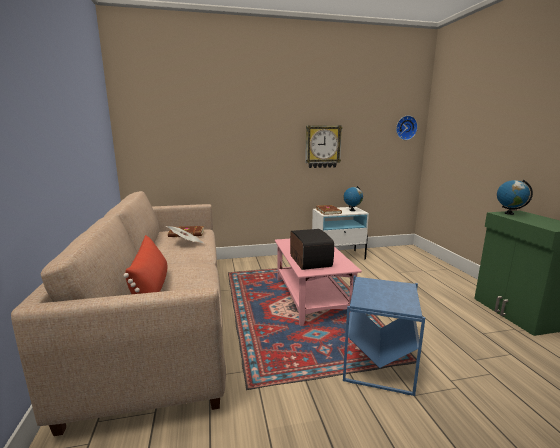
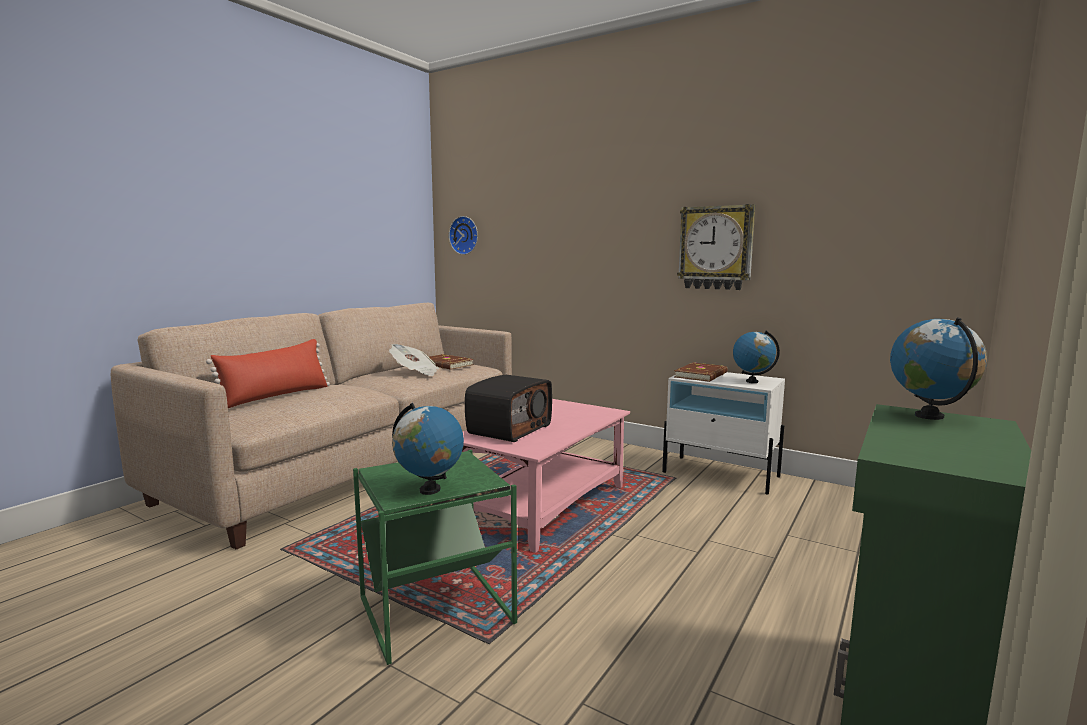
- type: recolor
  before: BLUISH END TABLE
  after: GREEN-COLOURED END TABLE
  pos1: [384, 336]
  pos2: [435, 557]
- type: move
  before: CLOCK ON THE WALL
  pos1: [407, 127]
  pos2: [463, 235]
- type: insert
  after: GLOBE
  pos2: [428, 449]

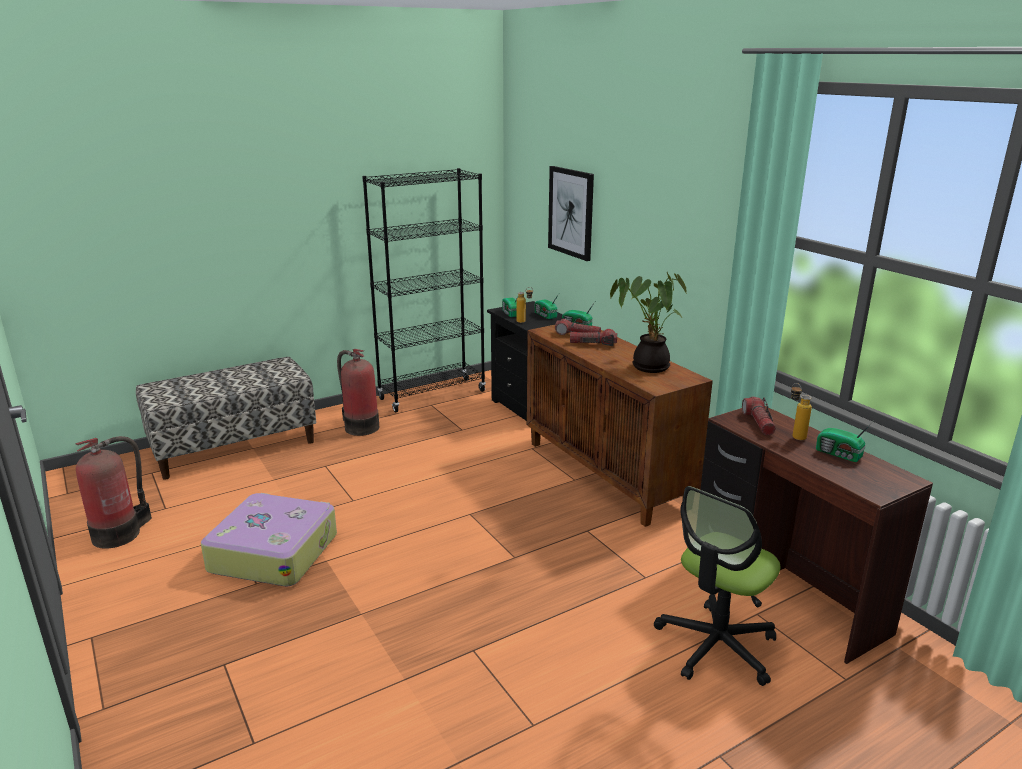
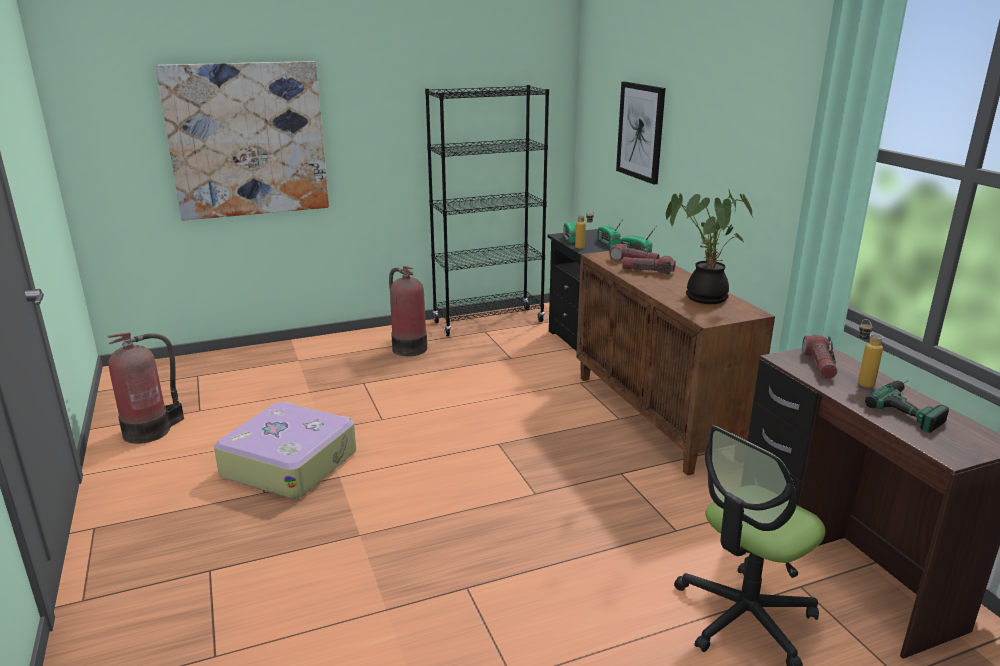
- type: delete
  before: LONG SEAT
  pos1: [226, 418]
- type: replace
  before: RADIO SET
  after: DRILL
  pos1: [844, 442]
  pos2: [907, 406]
- type: insert
  after: WALL ART
  pos2: [242, 140]

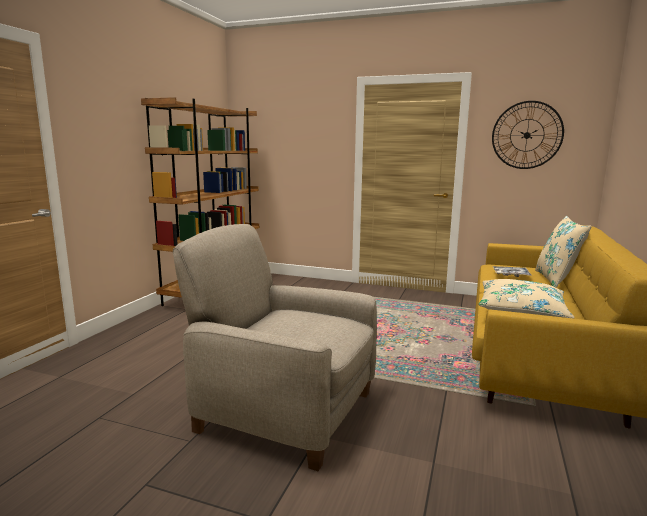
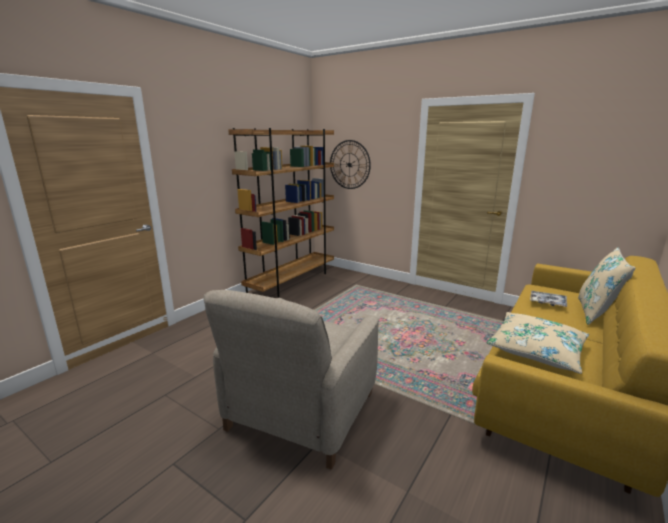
- type: rotate
  before: SAND-COLOURED LOUNGE CHAIR
  pos1: [275, 347]
  pos2: [291, 380]
  turn: -105
- type: move
  before: CLOCK ON THE WALL
  pos1: [528, 135]
  pos2: [350, 164]

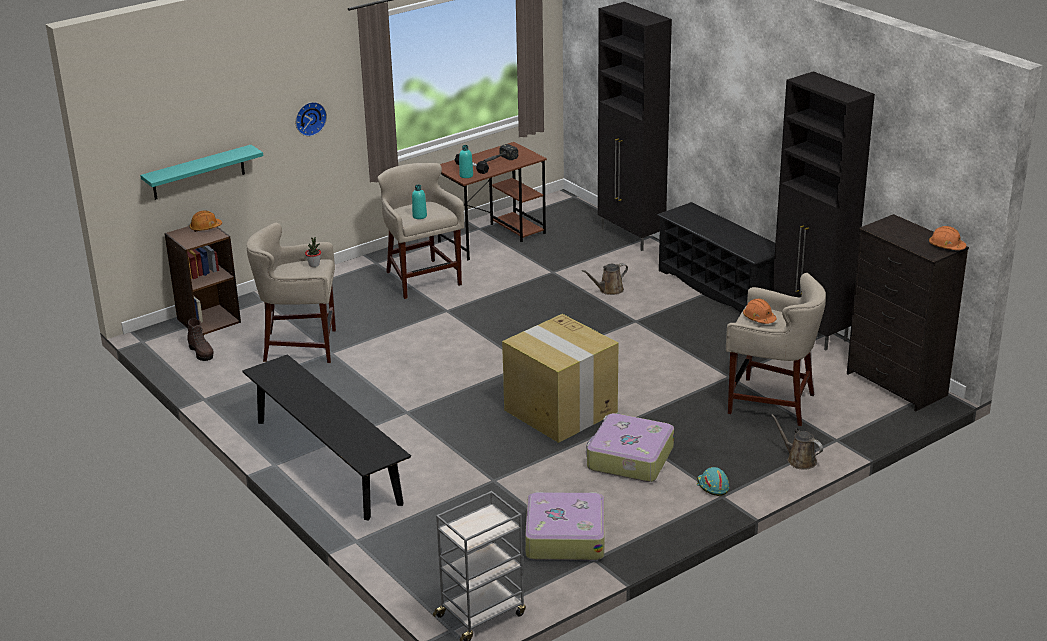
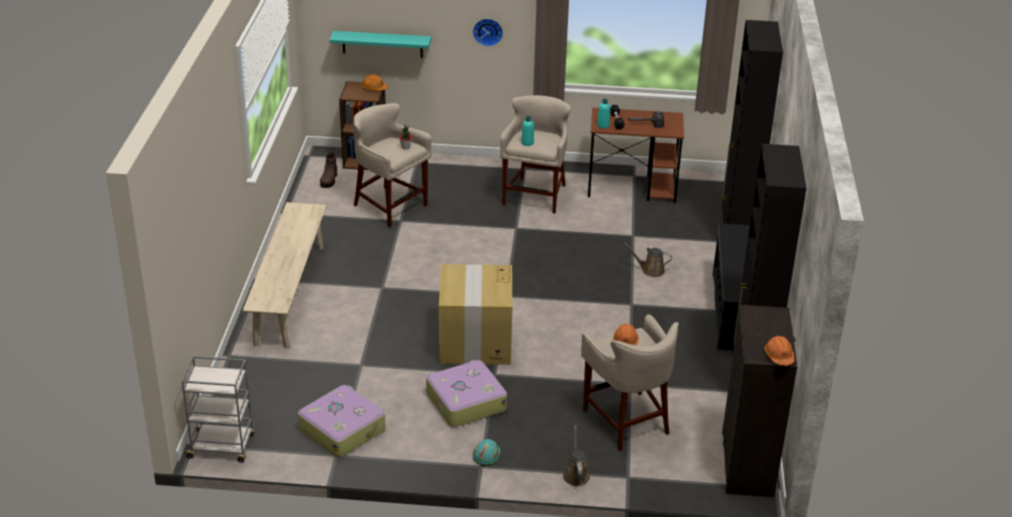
- type: recolor
  before: BLACK-COLOURED LONG SEAT
  after: SAND-COLOURED LONG SEAT
  pos1: [326, 437]
  pos2: [285, 275]

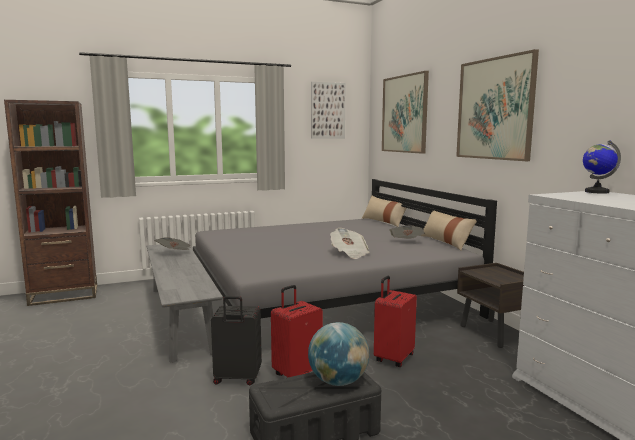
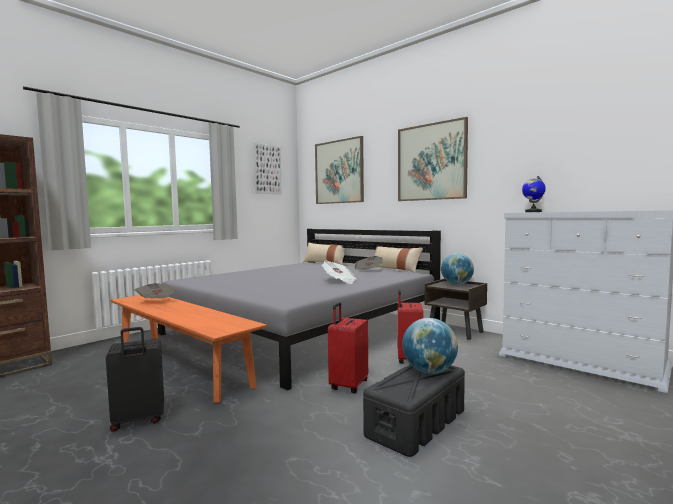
- type: recolor
  before: GRAY LONG SEAT
  after: ORANGE-COLOURED LONG SEAT
  pos1: [185, 302]
  pos2: [189, 349]
- type: move
  before: BLACK-COLOURED SUITCASE
  pos1: [236, 340]
  pos2: [135, 379]
- type: insert
  after: GLOBE
  pos2: [457, 269]

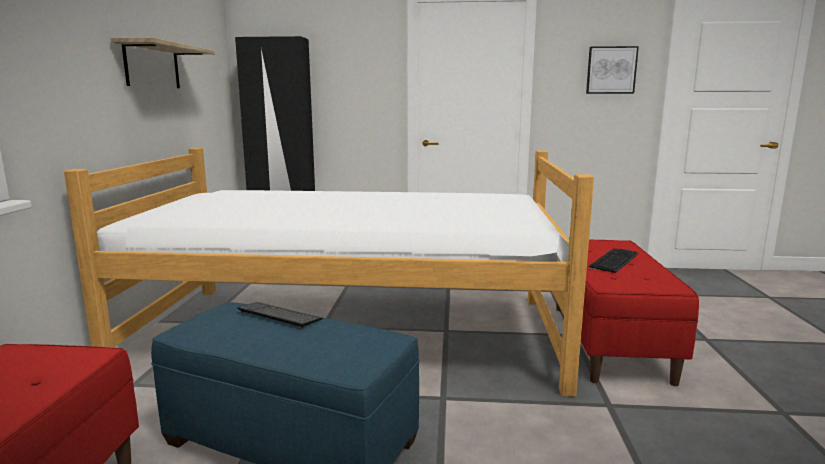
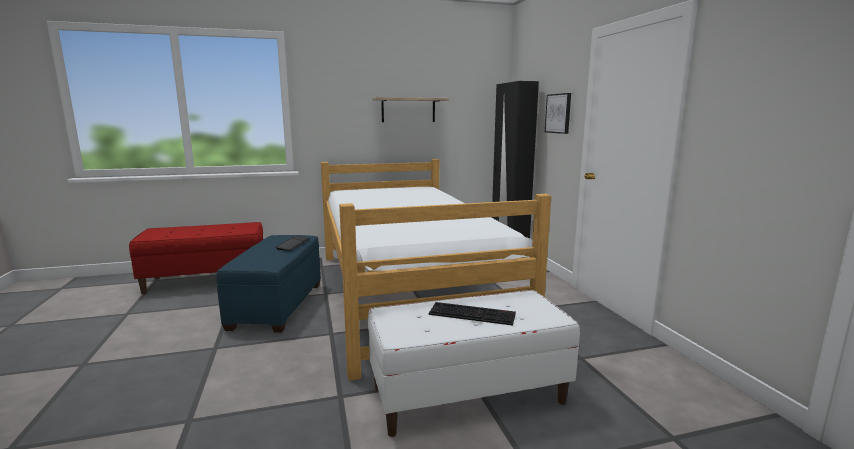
- type: recolor
  before: REDDISH LONG SEAT
  after: WHITE LONG SEAT
  pos1: [627, 313]
  pos2: [474, 363]
- type: move
  before: WALL ART
  pos1: [612, 70]
  pos2: [558, 113]

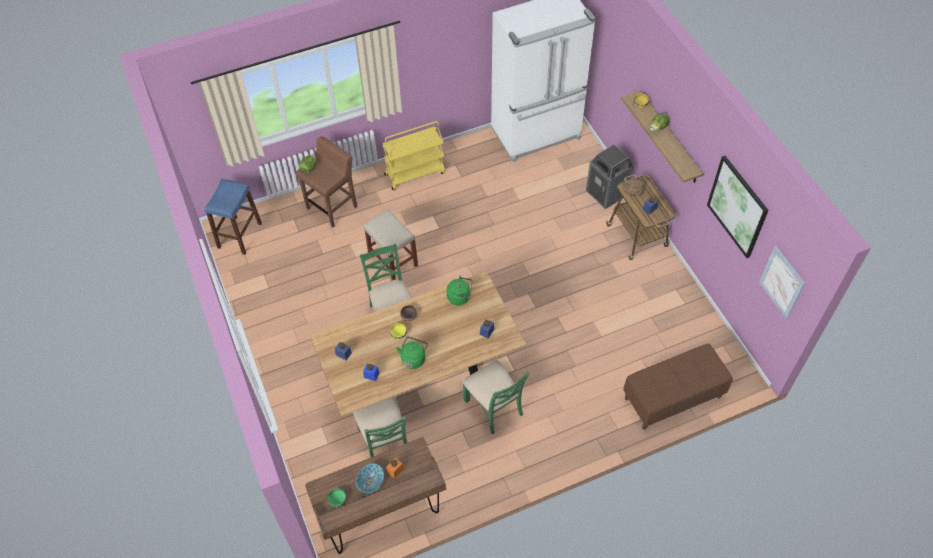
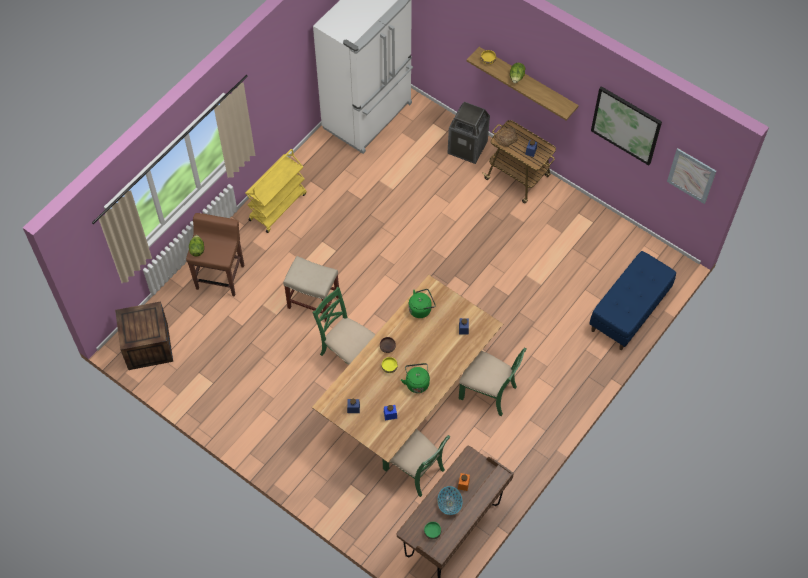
- type: replace
  before: BLUISH SITTING STOOL
  after: PACKING CRATE
  pos1: [233, 217]
  pos2: [144, 335]
- type: recolor
  before: BROWN LONG SEAT
  after: BLUISH LONG SEAT
  pos1: [678, 386]
  pos2: [632, 300]

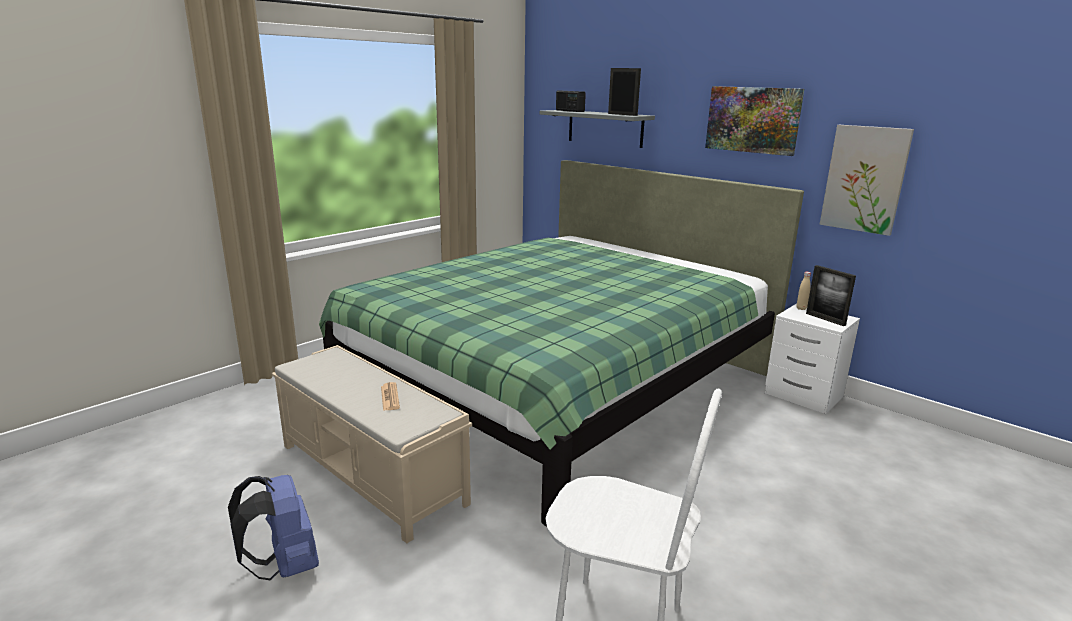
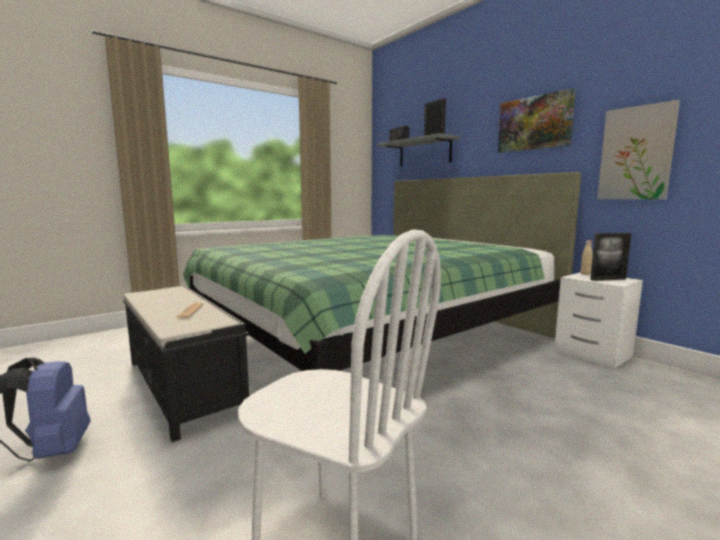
- type: recolor
  before: SAND-COLOURED LONG SEAT
  after: BLACK-COLOURED LONG SEAT
  pos1: [372, 444]
  pos2: [186, 363]
- type: rotate
  before: PHOTO FRAME
  pos1: [831, 295]
  pos2: [611, 257]
  turn: -75

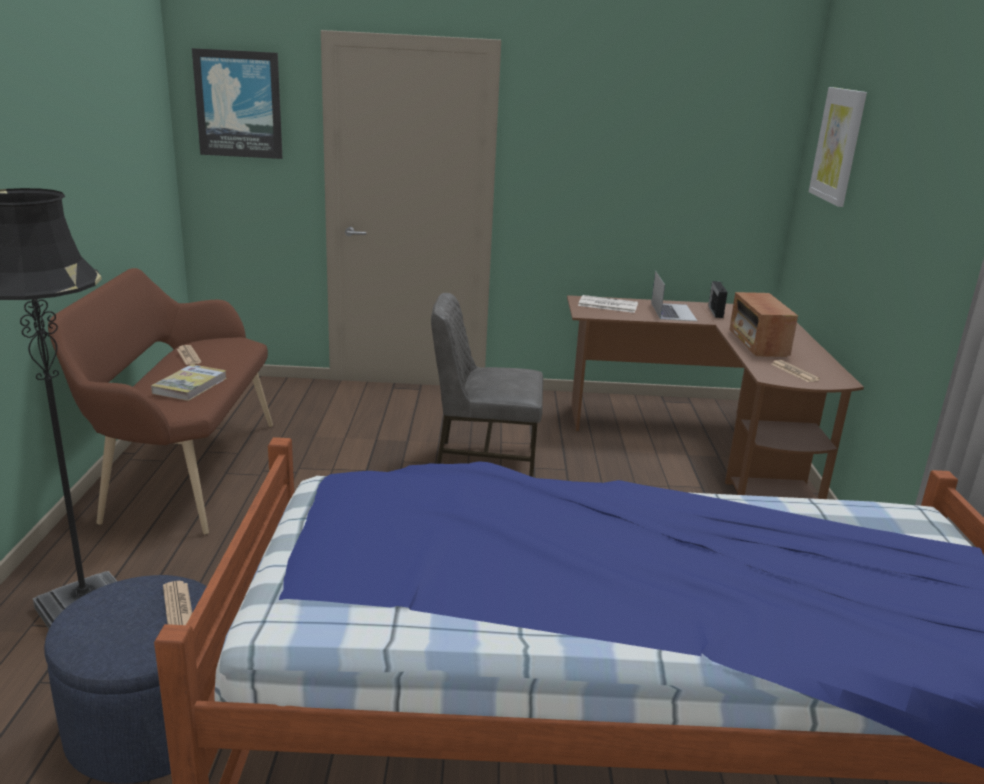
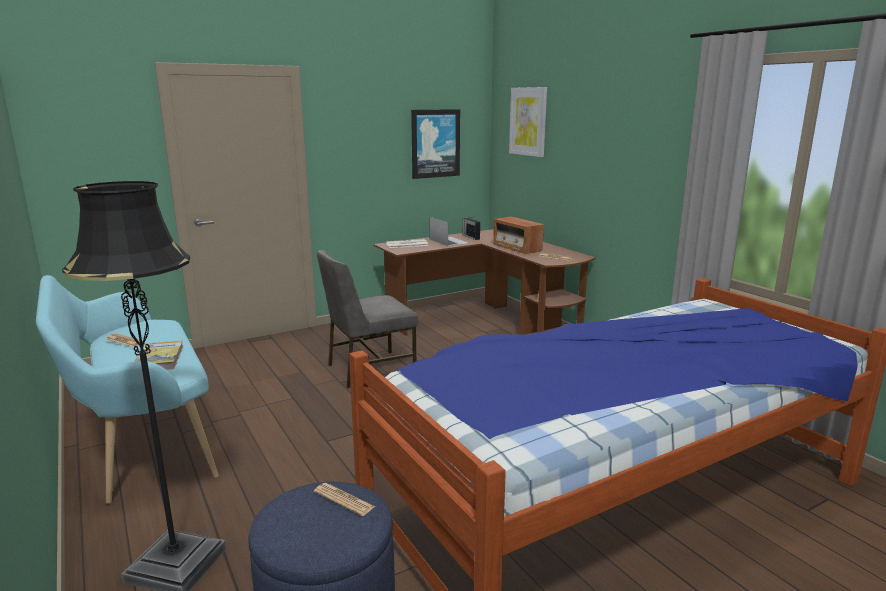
- type: recolor
  before: BROWN LONG SEAT
  after: BLUE-GREEN LONG SEAT
  pos1: [160, 401]
  pos2: [127, 389]
- type: move
  before: WALL ART
  pos1: [237, 103]
  pos2: [435, 144]

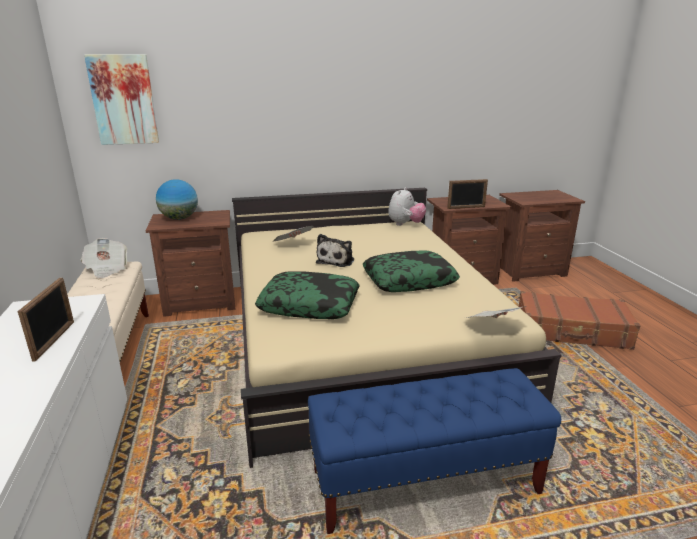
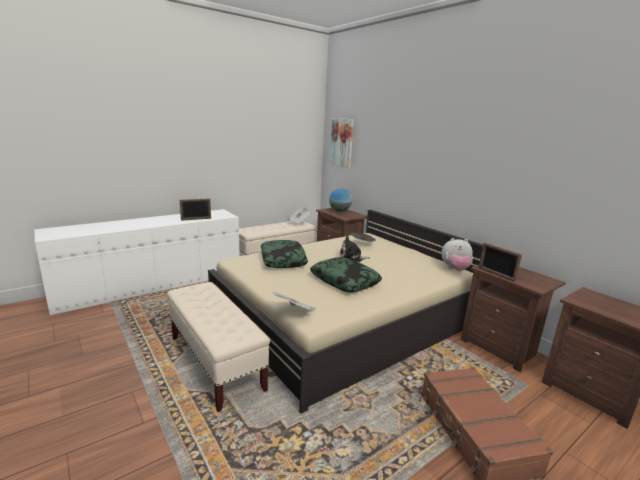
- type: recolor
  before: BLUISH LONG SEAT
  after: SAND-COLOURED LONG SEAT
  pos1: [434, 451]
  pos2: [218, 347]

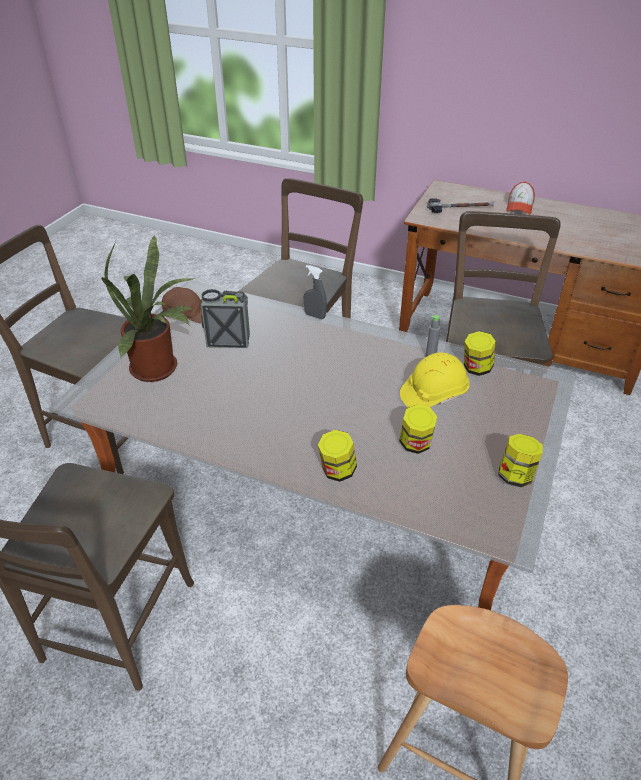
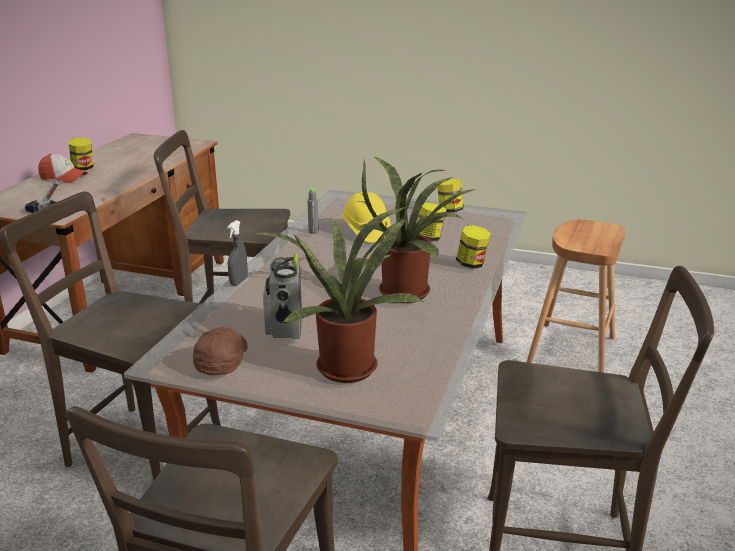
- type: move
  before: JAR
  pos1: [480, 353]
  pos2: [81, 154]
- type: insert
  after: PLANT IN A POT
  pos2: [416, 230]

